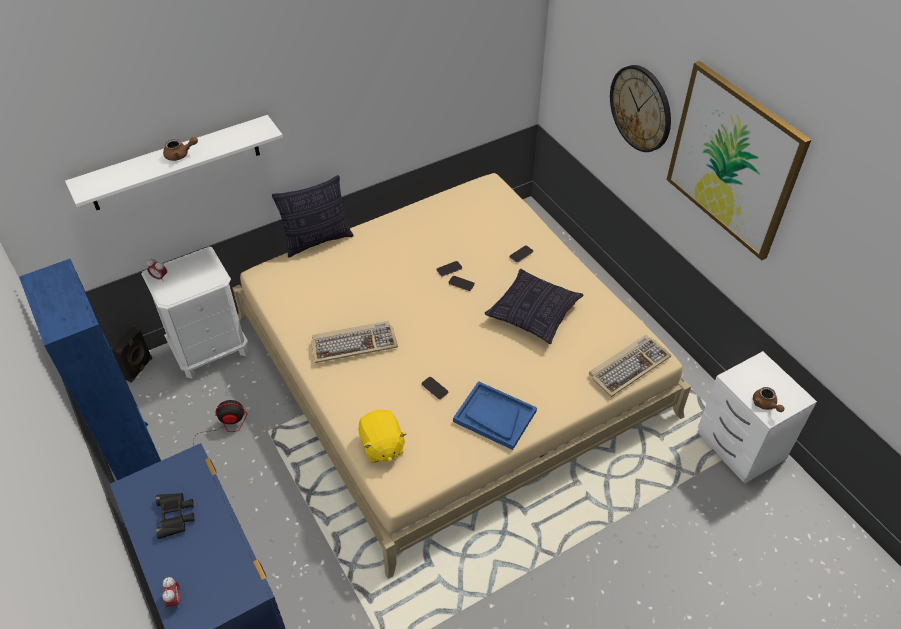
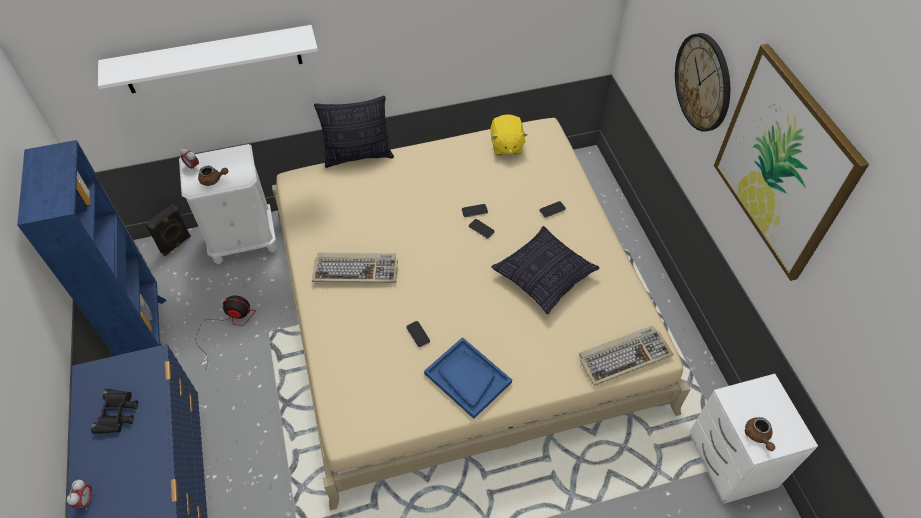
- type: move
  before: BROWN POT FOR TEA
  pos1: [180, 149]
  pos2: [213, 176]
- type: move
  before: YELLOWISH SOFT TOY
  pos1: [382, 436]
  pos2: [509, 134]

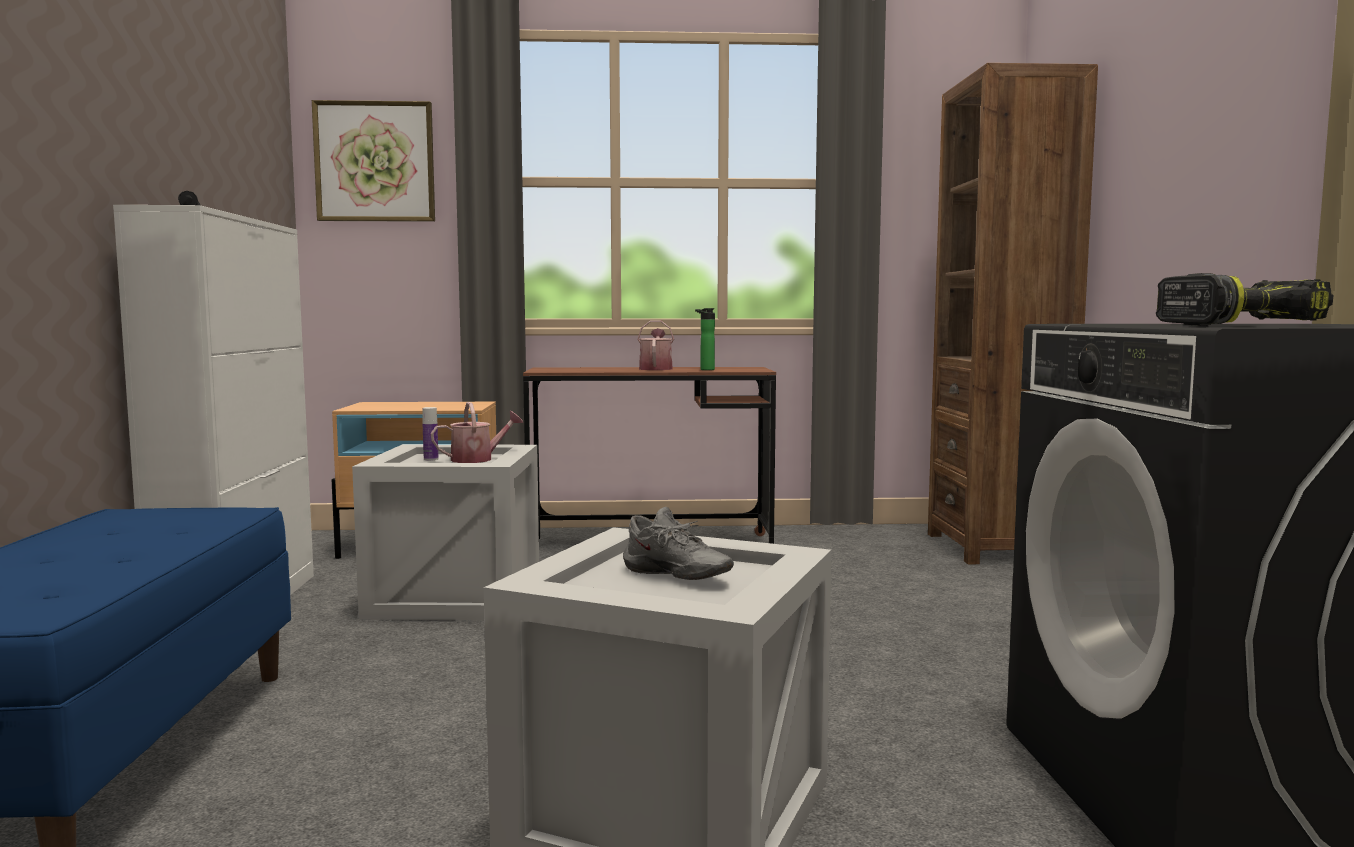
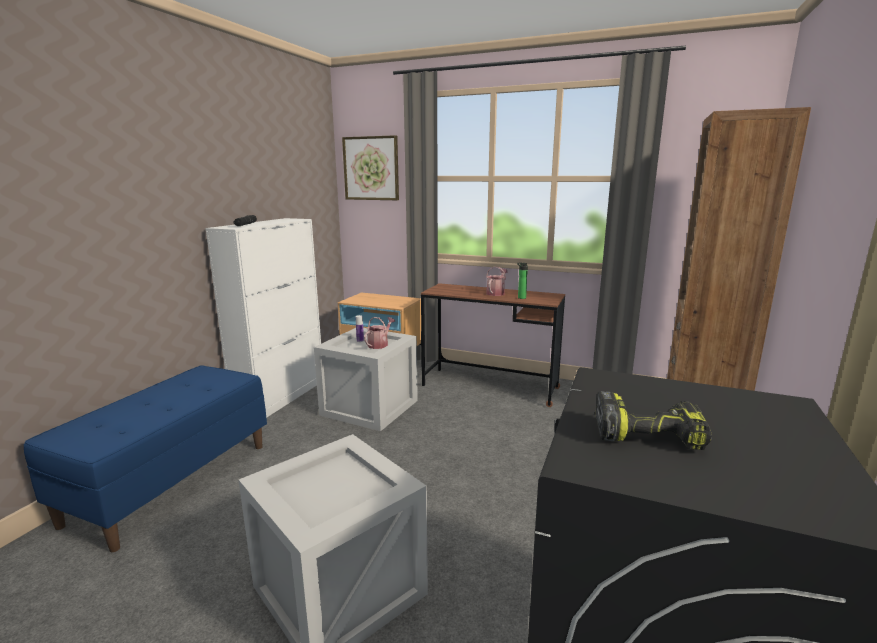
- type: rotate
  before: SPRINKLING CAN
  pos1: [477, 432]
  pos2: [379, 333]
  turn: -60
- type: delete
  before: GRAY SHOE
  pos1: [678, 543]

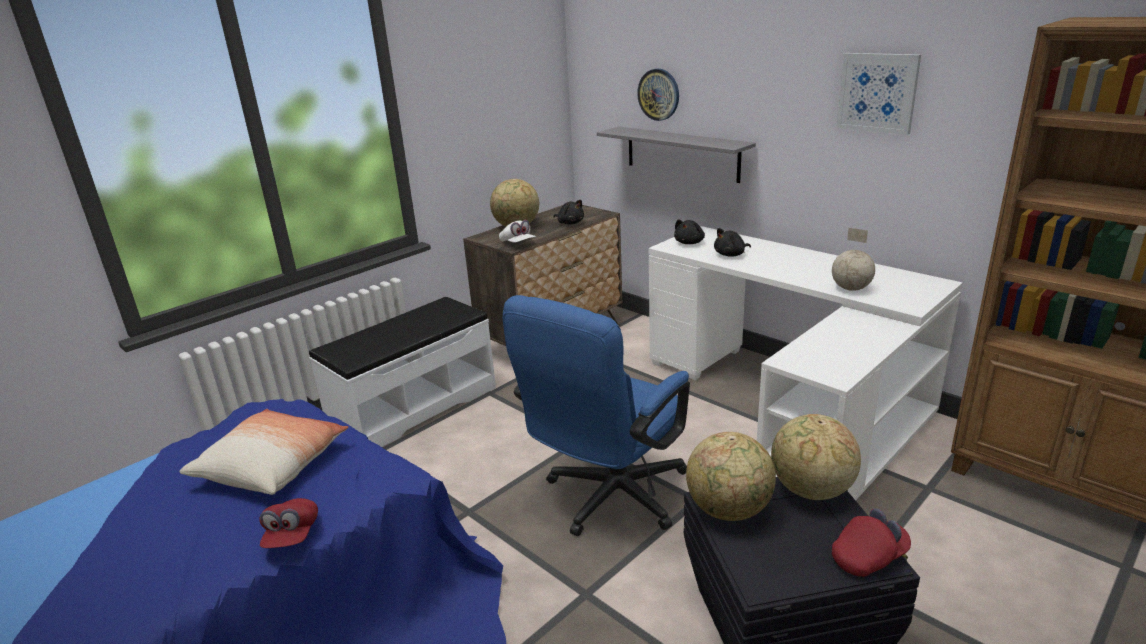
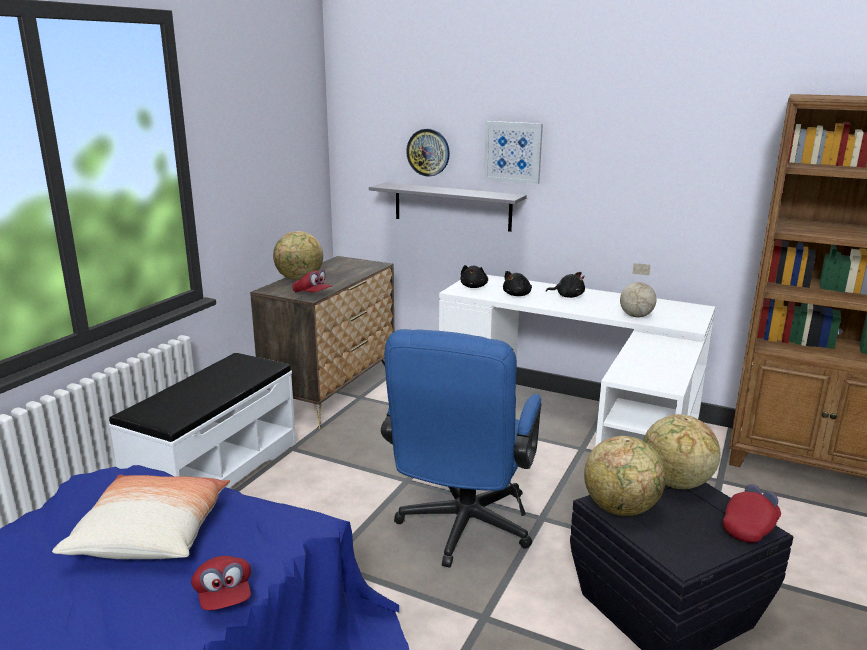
- type: recolor
  before: WHITE CAP
  after: REDDISH CAP
  pos1: [517, 231]
  pos2: [312, 281]
- type: move
  before: BLACK-COLOURED SOFT TOY
  pos1: [568, 212]
  pos2: [565, 285]
- type: move
  before: WALL ART
  pos1: [878, 94]
  pos2: [513, 152]

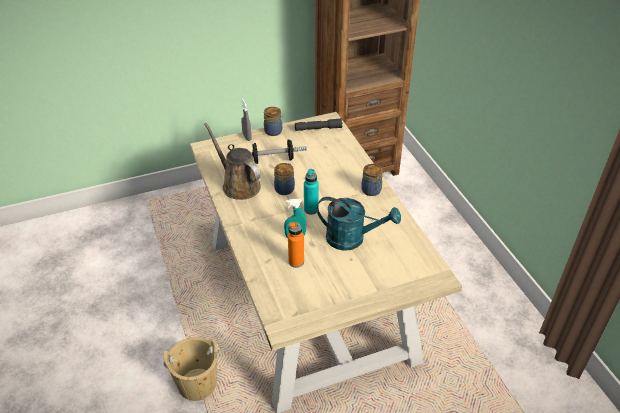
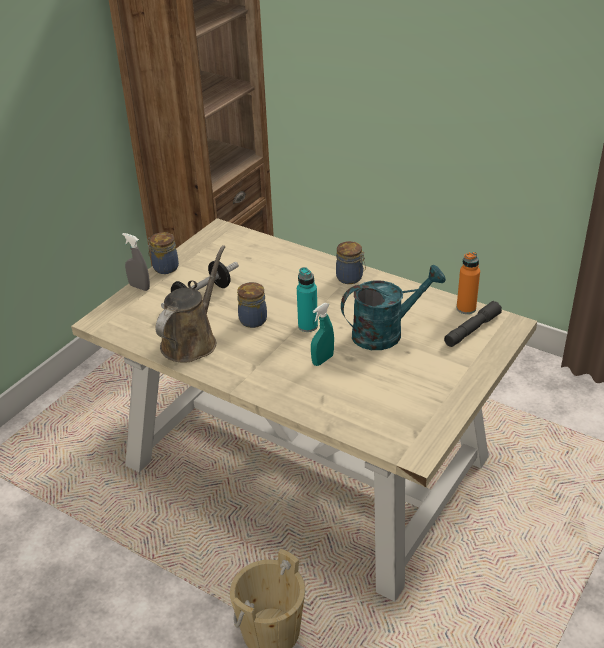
- type: rotate
  before: BROWN SPRINKLING CAN
  pos1: [232, 161]
  pos2: [190, 303]
  turn: 105
- type: move
  before: ORANGE-COLOURED BOTTLE
  pos1: [296, 245]
  pos2: [468, 283]
- type: move
  before: GRAY HAND TORCH
  pos1: [318, 124]
  pos2: [473, 324]

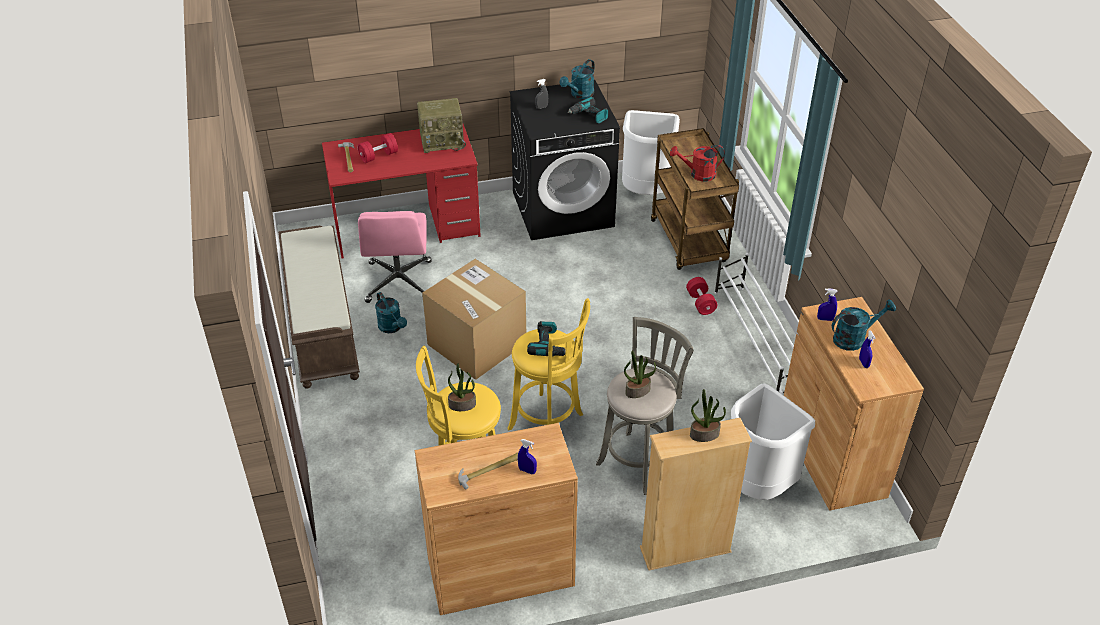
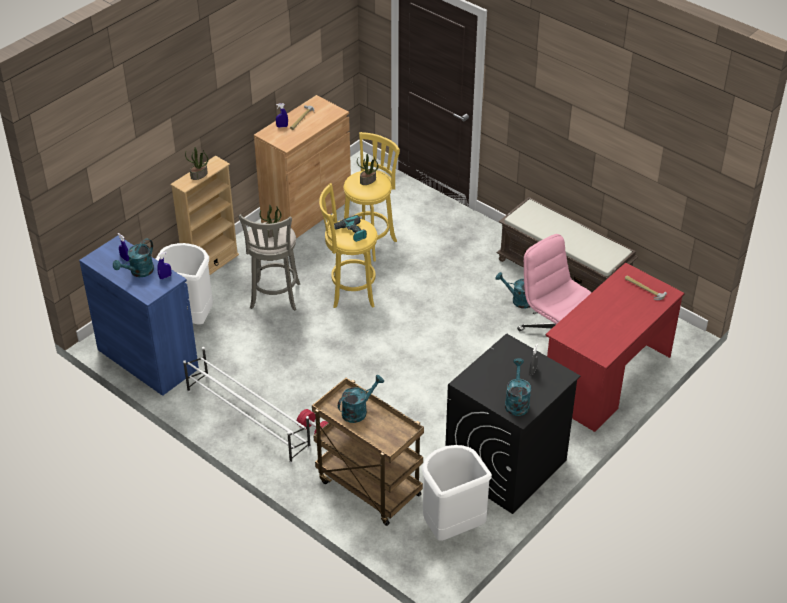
- type: delete
  before: REDDISH DUMBBELL
  pos1: [378, 148]
- type: delete
  before: RADIO SET
  pos1: [441, 125]
- type: delete
  before: CARTON
  pos1: [474, 319]
- type: delete
  before: DRILL
  pos1: [587, 110]
- type: recolor
  before: REDDISH SPRINKLING CAN
  after: BLUE-GREEN SPRINKLING CAN
  pos1: [697, 163]
  pos2: [361, 399]
- type: recolor
  before: BROWN CUPBOARD
  after: BLUISH CUPBOARD
  pos1: [854, 404]
  pos2: [139, 316]

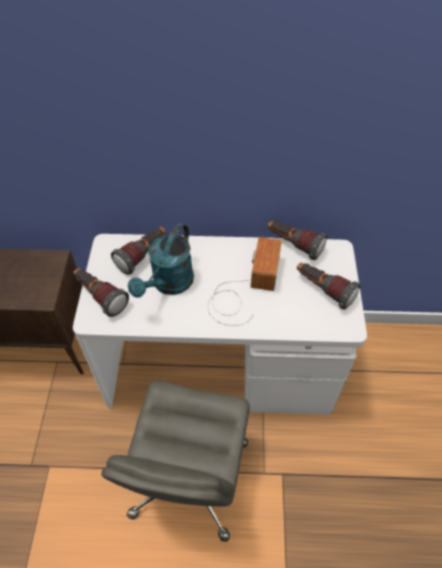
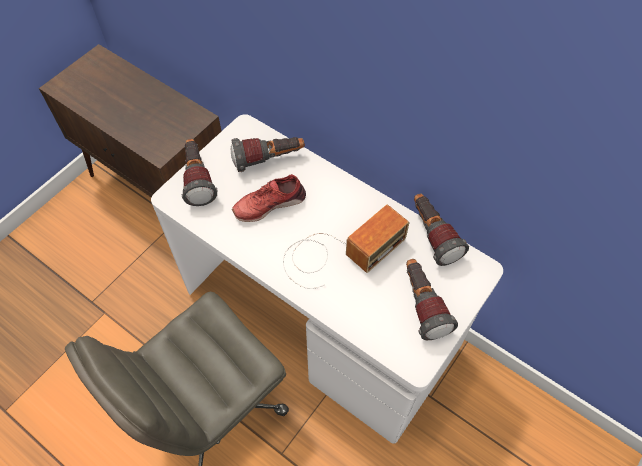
- type: replace
  before: BLUE-GREEN SPRINKLING CAN
  after: REDDISH SHOE
  pos1: [161, 260]
  pos2: [269, 198]

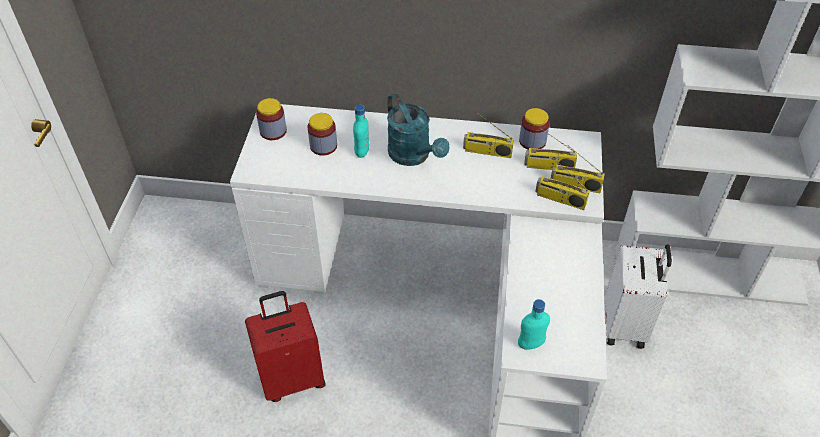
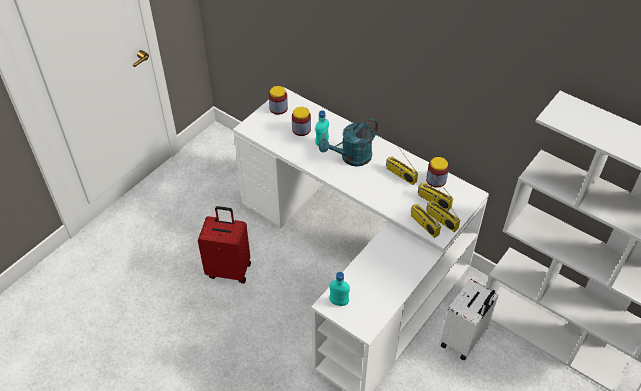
- type: rotate
  before: BLUE-GREEN SPRINKLING CAN
  pos1: [418, 130]
  pos2: [348, 143]
  turn: 60

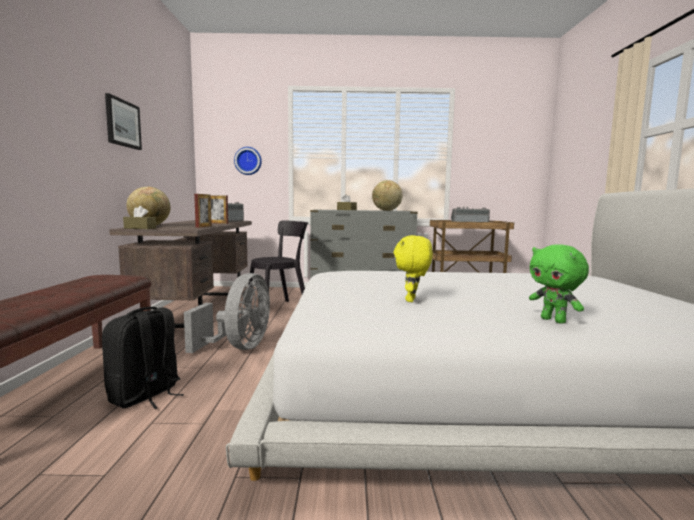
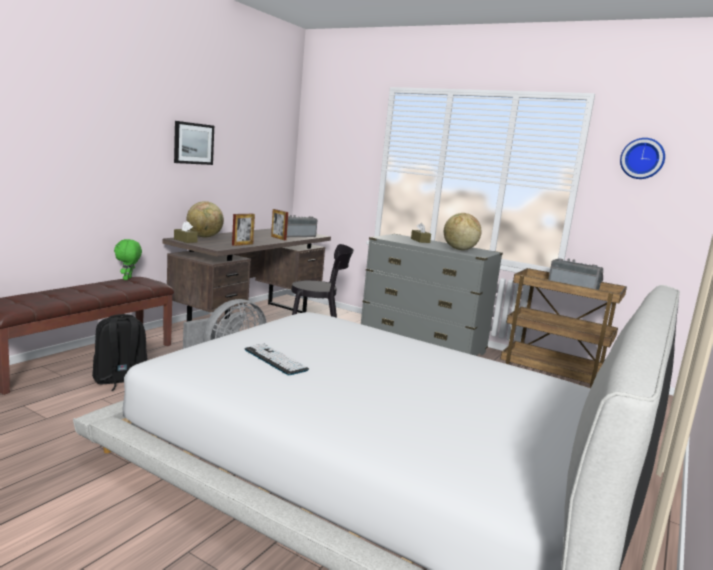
- type: move
  before: CLOCK ON THE WALL
  pos1: [248, 161]
  pos2: [642, 158]
- type: replace
  before: YELLOWISH SOFT TOY
  after: KEYBOARD
  pos1: [413, 268]
  pos2: [277, 359]
- type: move
  before: GREEN-COLOURED SOFT TOY
  pos1: [559, 284]
  pos2: [128, 259]

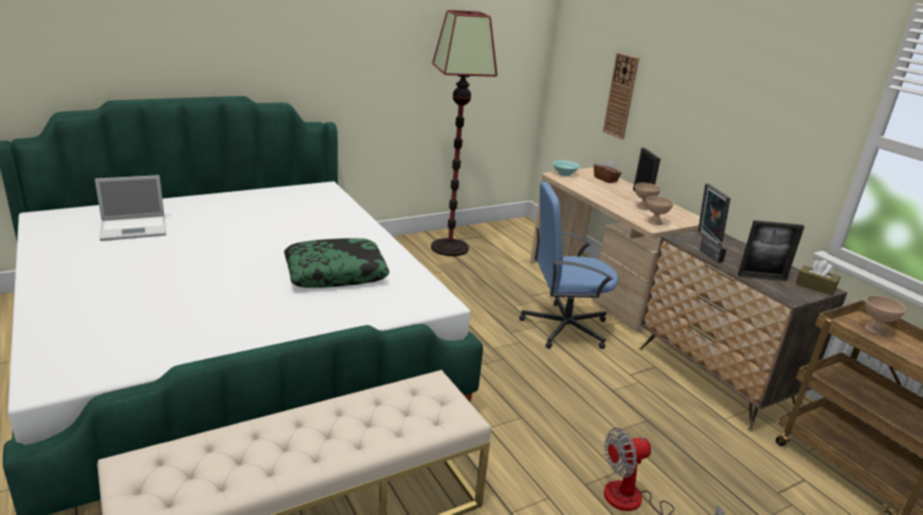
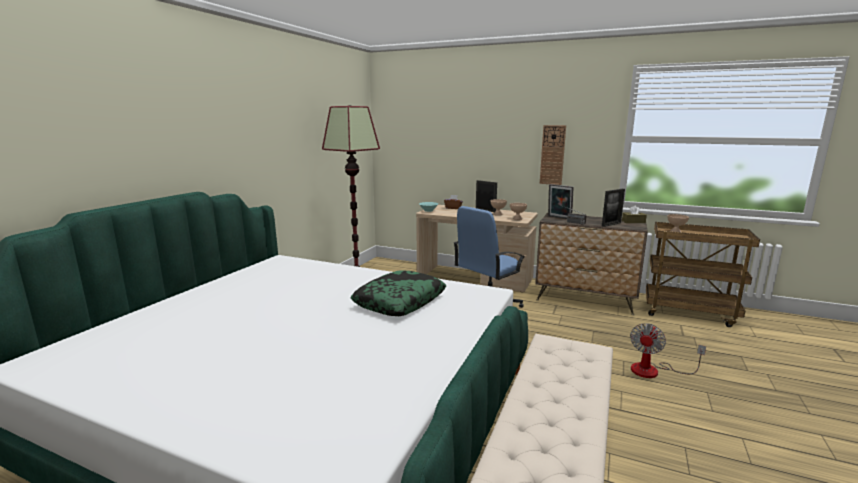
- type: delete
  before: PORTABLE COMPUTER
  pos1: [130, 208]
- type: move
  before: CLOCK ON THE WALL
  pos1: [621, 96]
  pos2: [553, 155]

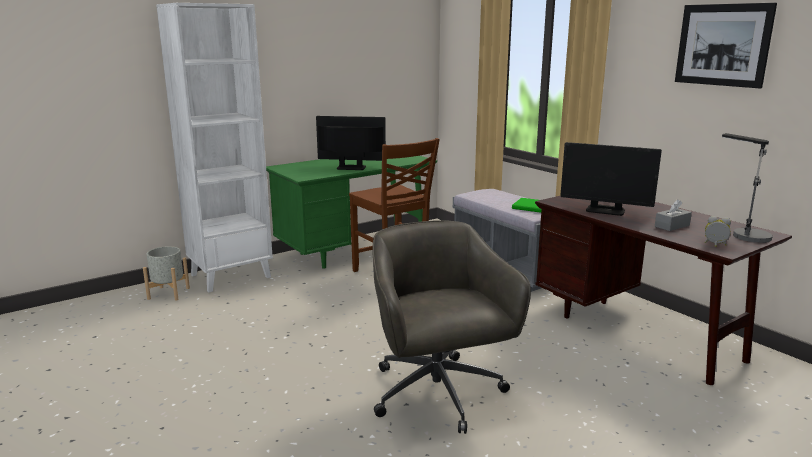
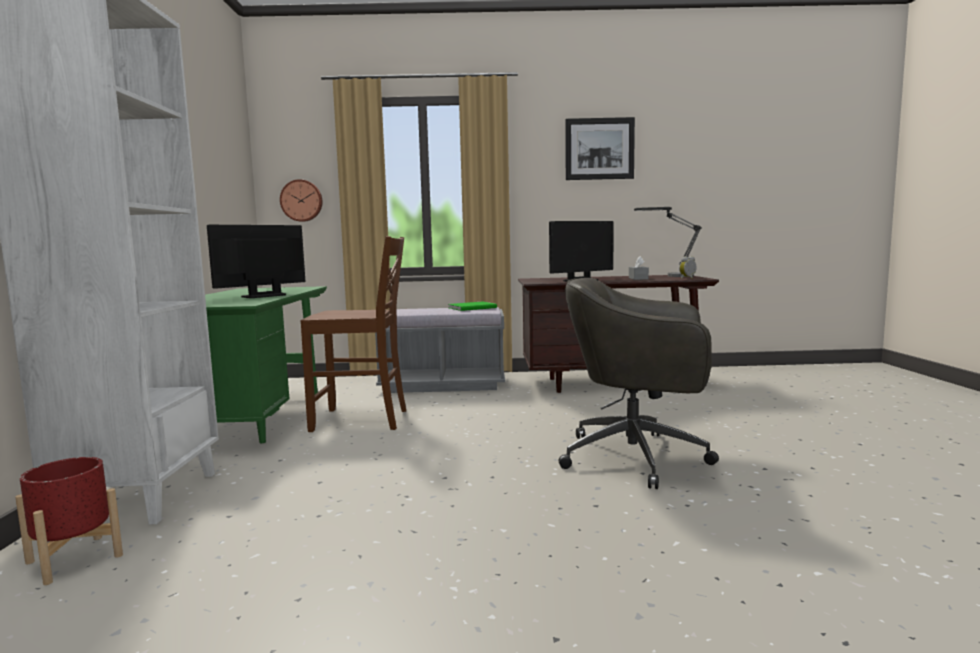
- type: recolor
  before: GRAY PLANT POT
  after: REDDISH PLANT POT
  pos1: [166, 273]
  pos2: [69, 521]
- type: insert
  after: CLOCK ON THE WALL
  pos2: [301, 200]

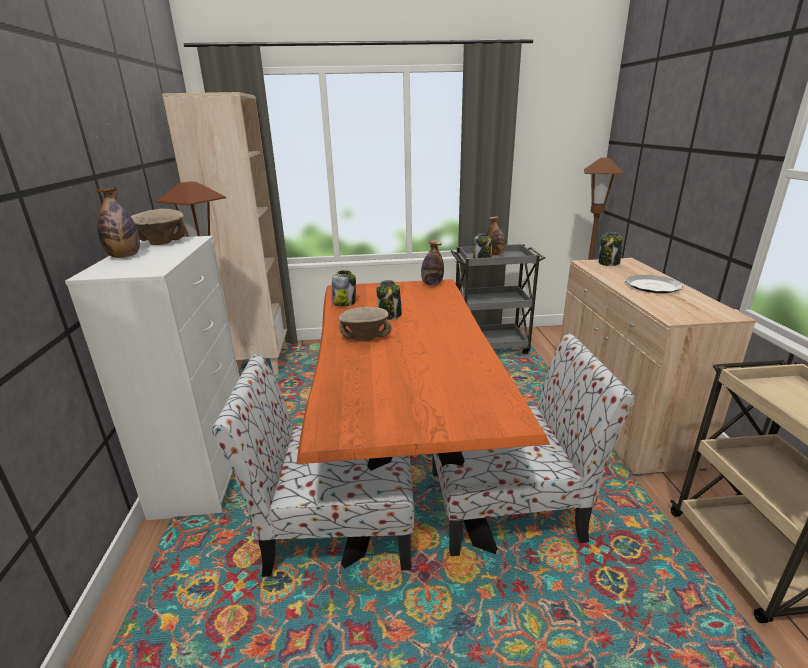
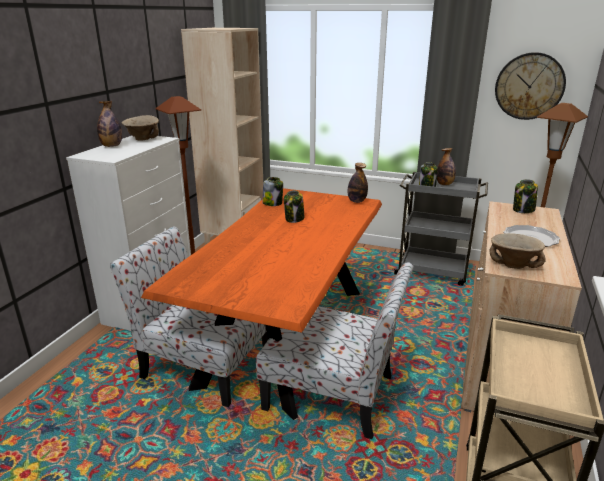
- type: move
  before: SAND-COLOURED DEEP DISH
  pos1: [365, 324]
  pos2: [517, 251]
- type: insert
  after: CLOCK ON THE WALL
  pos2: [530, 86]

